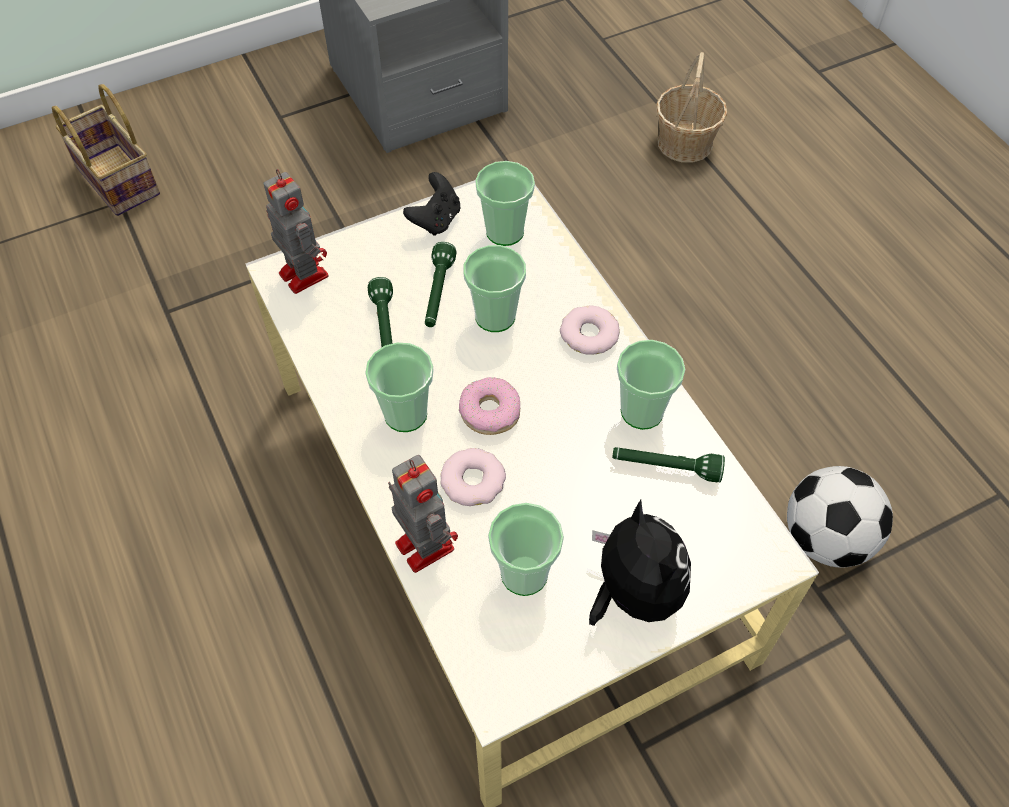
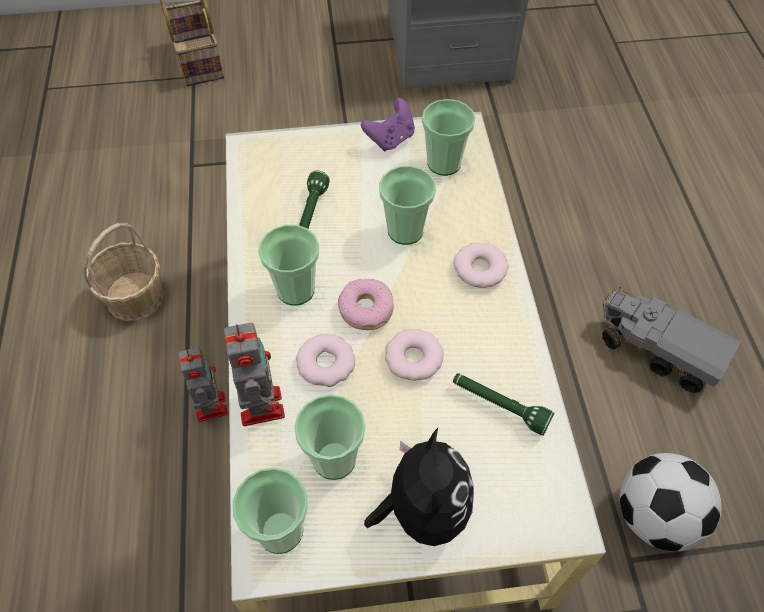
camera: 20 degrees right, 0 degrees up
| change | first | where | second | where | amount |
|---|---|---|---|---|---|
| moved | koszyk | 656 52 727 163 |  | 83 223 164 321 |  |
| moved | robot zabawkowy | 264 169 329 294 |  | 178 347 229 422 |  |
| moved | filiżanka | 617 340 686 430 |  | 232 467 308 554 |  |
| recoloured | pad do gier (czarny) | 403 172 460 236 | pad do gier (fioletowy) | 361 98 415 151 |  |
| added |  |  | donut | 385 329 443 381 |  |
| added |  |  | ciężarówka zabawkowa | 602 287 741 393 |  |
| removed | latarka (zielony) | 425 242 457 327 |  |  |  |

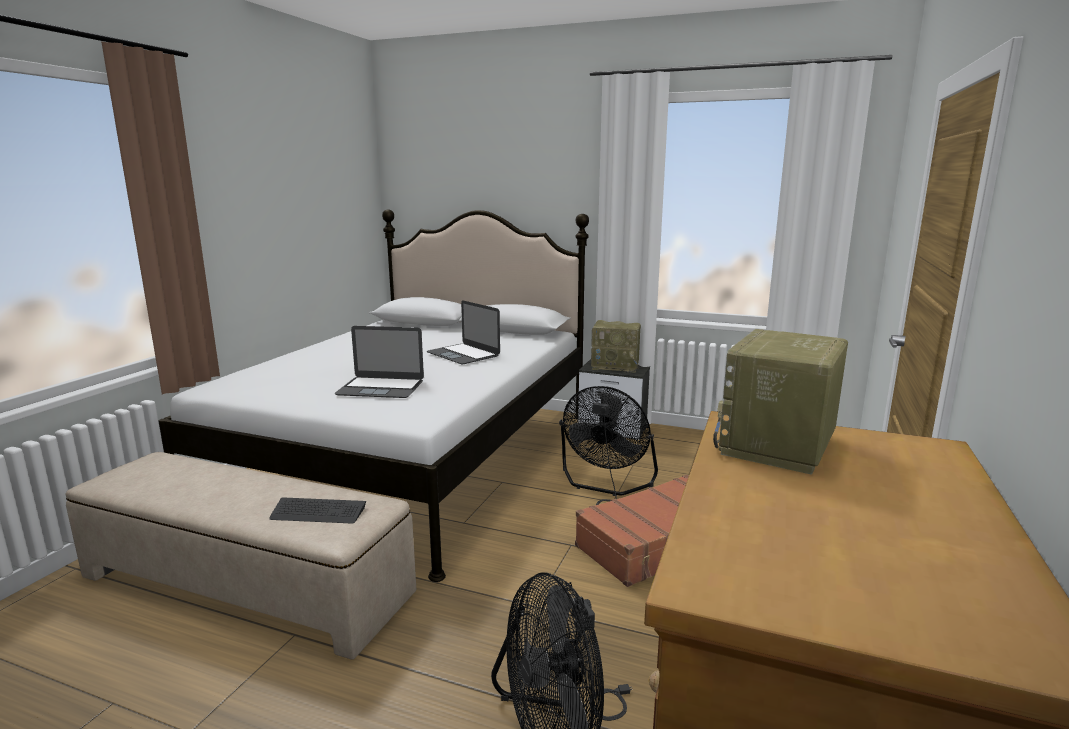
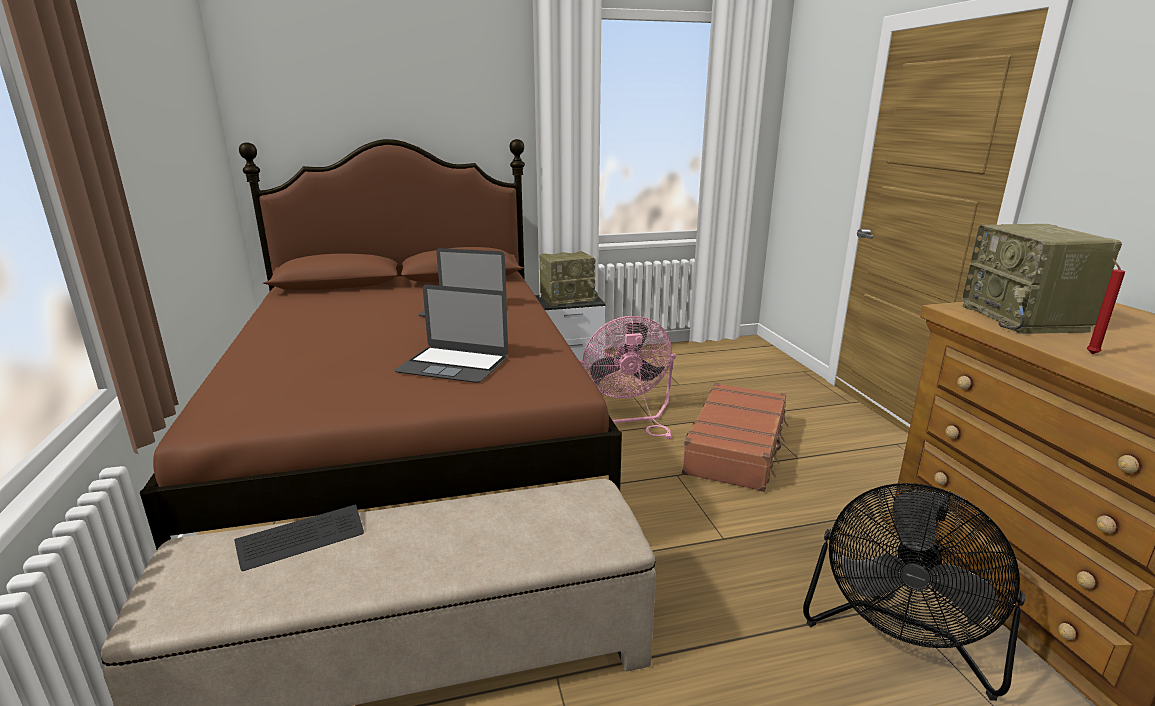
camera: 35 degrees left, 5 degrees up
| change | first | where | second | where | amount |
|---|---|---|---|---|---|
| recoloured | łóżko (biały) | 158 210 589 582 | łóżko (brązowy) | 140 139 622 550 |  |
| moved | klawiatura | 269 497 366 524 |  | 234 505 364 571 |  |
| turned | laptop | 334 326 424 398 |  | 395 285 508 383 | 45 degrees clockwise |
| recoloured | wentylator (czarny) | 559 386 658 505 | wentylator (różowy) | 579 316 676 439 |  |
| added |  |  | świeca (czerwony) | 1087 258 1125 354 |  |

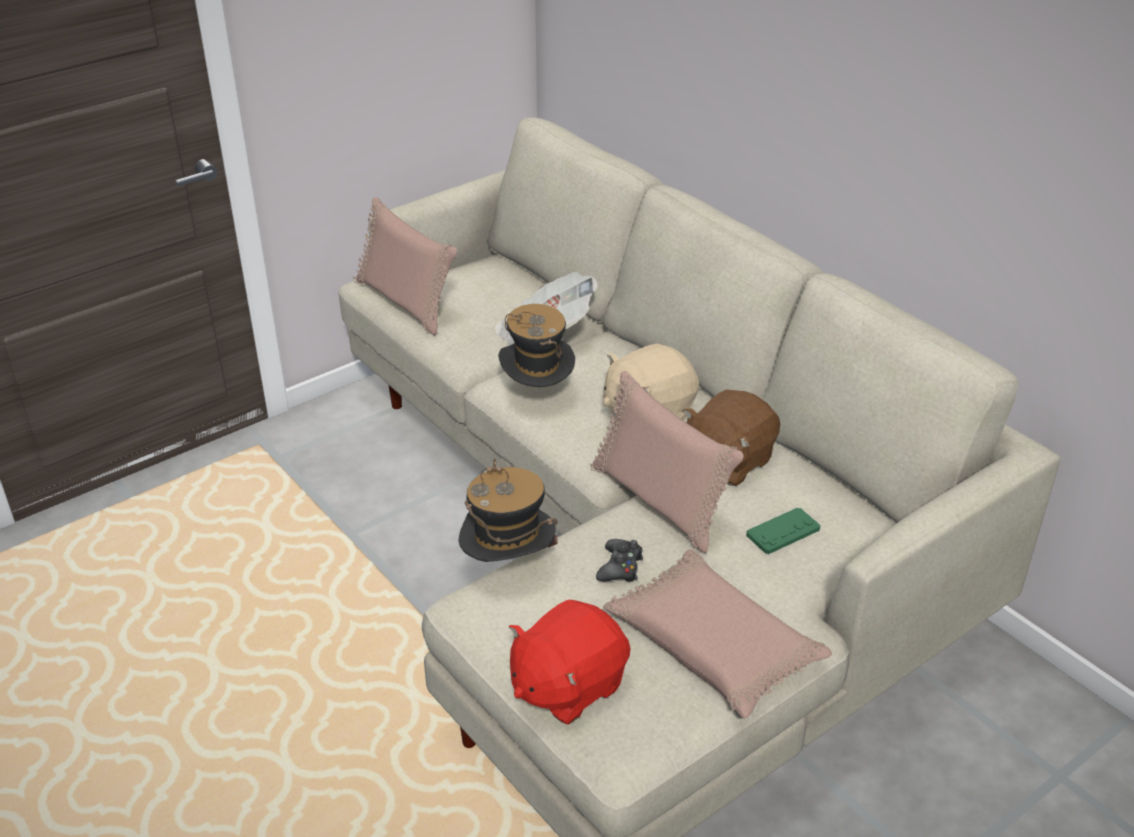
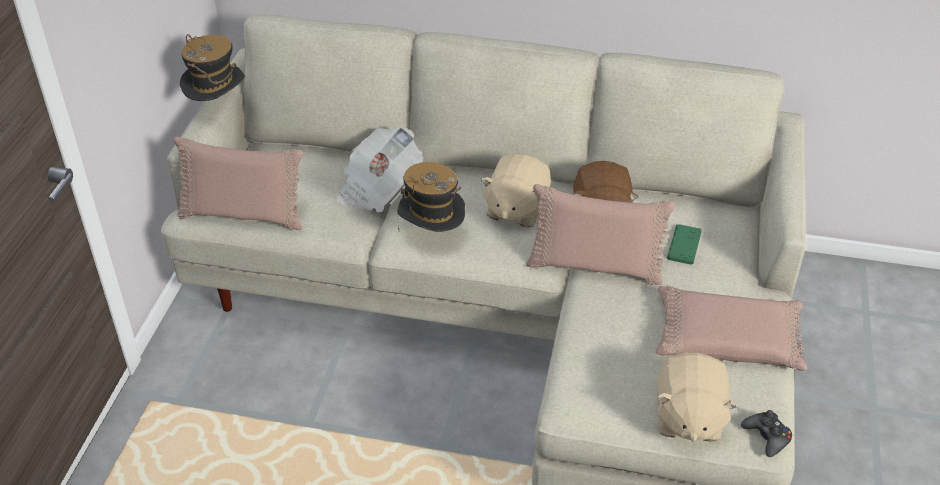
camera: 40 degrees left, 5 degrees up
| change | first | where | second | where | amount |
|---|---|---|---|---|---|
| moved | kapelusz | 459 459 558 562 |  | 180 34 245 101 |  |
| recoloured | pluszak (czerwony) | 509 599 631 725 | pluszak (beżowy) | 656 352 738 442 |  |
| moved | pad do gier (czarny) | 596 539 643 582 |  | 741 410 792 457 |  |

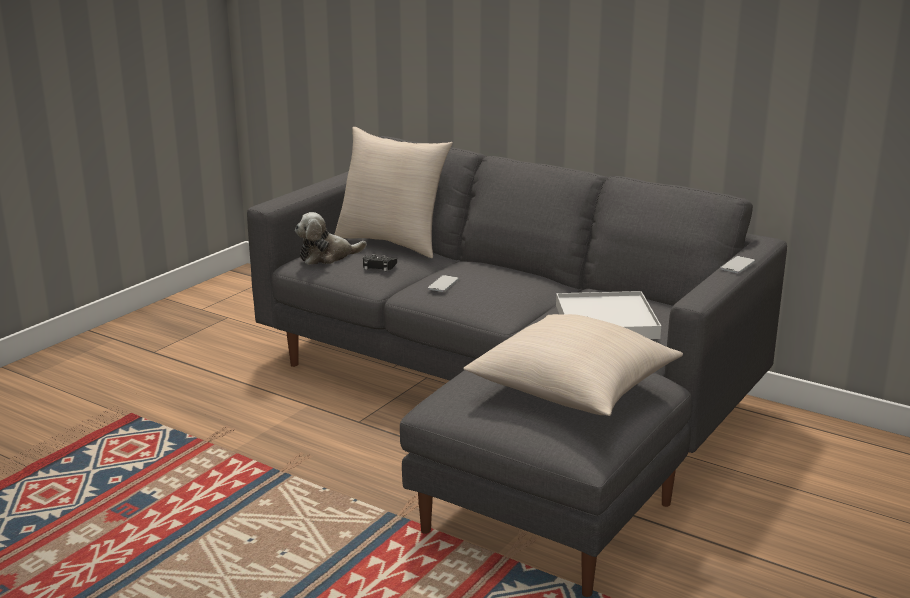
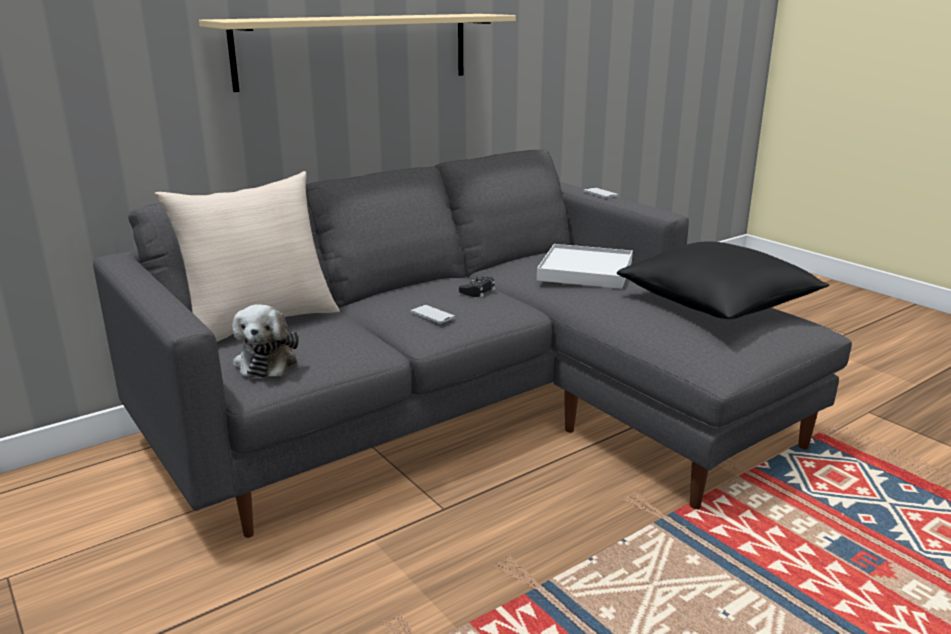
camera: 70 degrees left, 0 degrees up
| change | first | where | second | where | amount |
|---|---|---|---|---|---|
| added |  |  | półka (beżowy) | 199 14 516 92 |  |
| moved | pad do gier (czarny) | 363 254 397 271 |  | 459 276 495 297 |  |
| recoloured | poduszka (beżowy) | 463 314 683 416 | poduszka (czarny) | 617 241 829 319 |  |

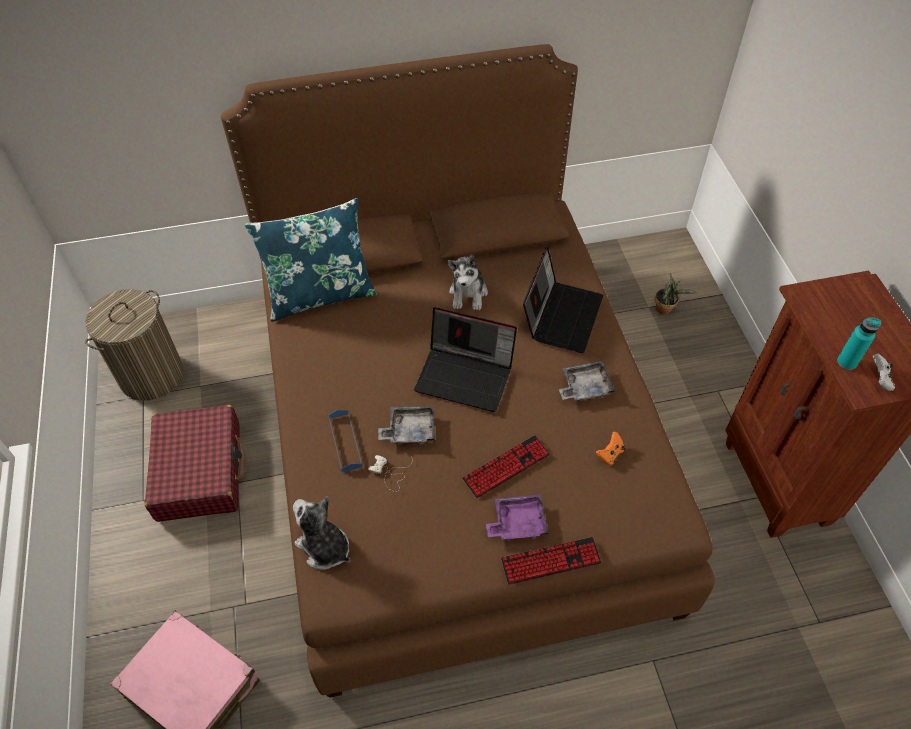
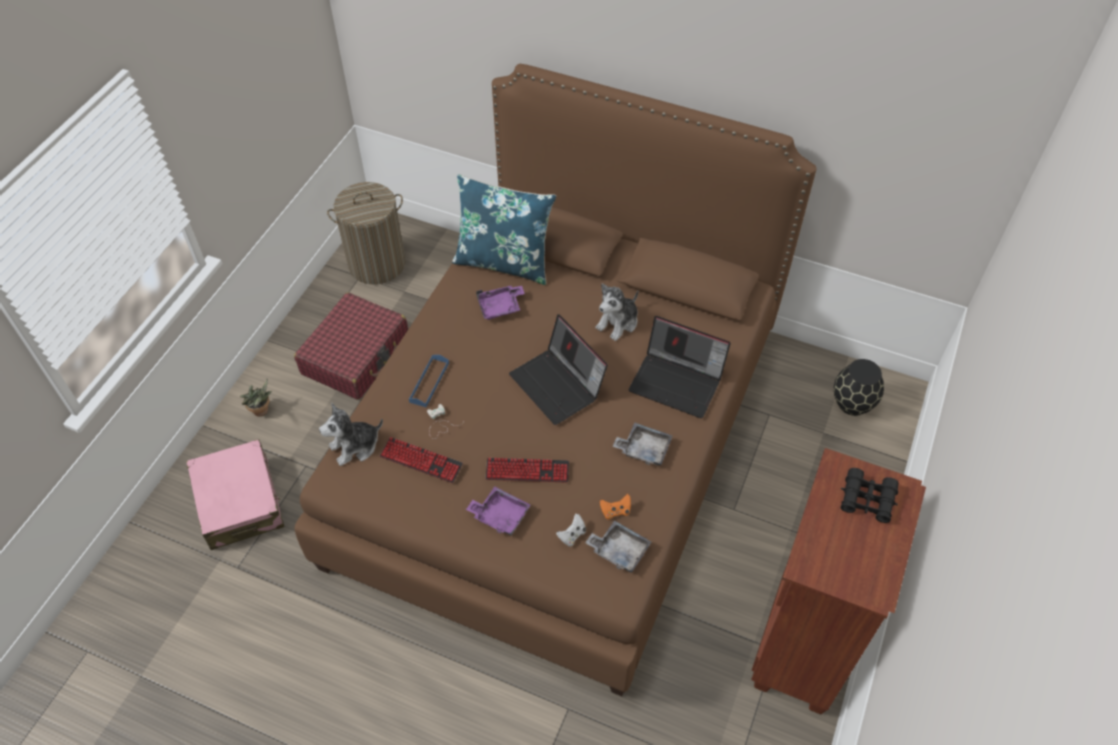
camera: 35 degrees right, 0 degrees up
| change | first | where | second | where | amount |
|---|---|---|---|---|---|
| moved | roślina doniczkowa | 655 274 697 315 |  | 240 378 272 416 |  |
| turned | pluszak | 293 496 351 570 |  | 319 403 383 466 | 105 degrees counterclockwise |
| moved | klawiatura | 501 537 601 585 |  | 380 437 463 483 |  |
| added |  |  | taca (fioletowy) | 476 286 525 320 |  |
| moved | pad do gier (biały) | 873 353 895 391 |  | 556 514 586 547 |  |
| moved | taca (szary) | 378 406 435 444 |  | 585 520 651 573 |  |
| turned | laptop | 523 246 603 353 |  | 629 316 731 418 | 60 degrees clockwise |
| added |  |  | wazon (czarny) | 834 359 884 416 |  |
| added |  |  | lornetka (czarny) | 841 468 899 523 |  |
| removed | butelka (turkusowy) | 837 317 881 370 |  |  |  |

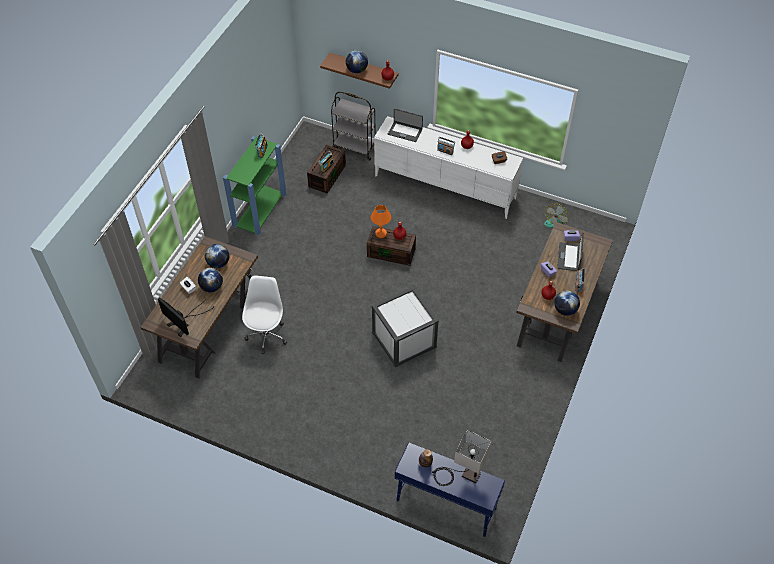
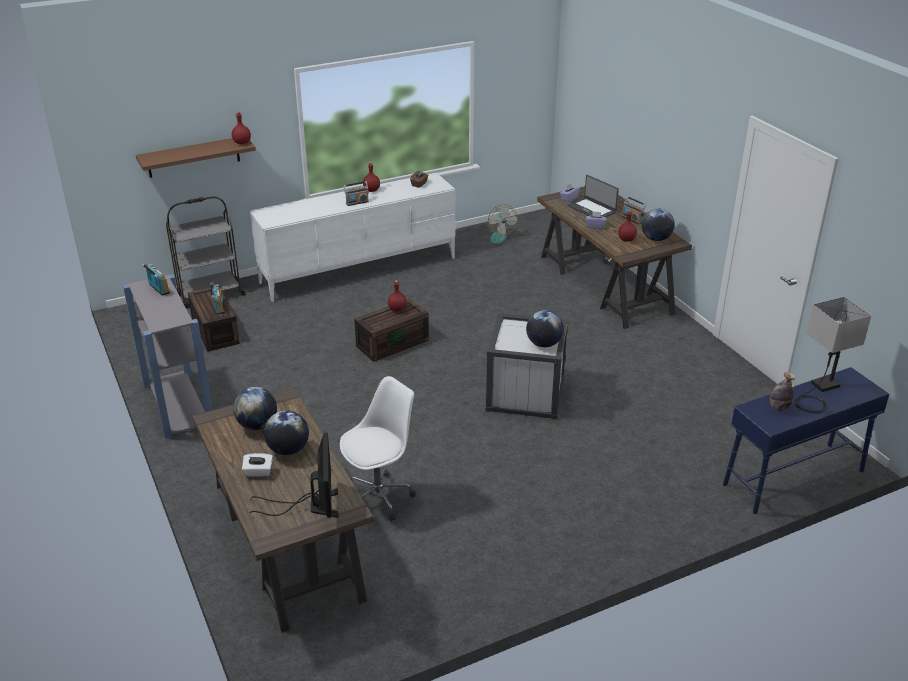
camera: 50 degrees left, 20 degrees down
| change | first | where | second | where | amount |
|---|---|---|---|---|---|
| recoloured | regał (zielony) | 223 136 286 236 | regał (szary) | 123 274 213 439 |  |
| turned | monitor | 158 298 214 337 |  | 249 433 338 518 | 90 degrees counterclockwise |
| turned | krzesło biurowe (biały) | 242 275 287 354 |  | 340 376 416 521 | 90 degrees clockwise |
| moved | globus | 346 50 368 73 |  | 526 310 564 347 |  |
| removed | lampa stołowa (pomarańczowy) | 371 205 391 238 |  |  |  |
| removed | laptop | 388 108 423 142 |  |  |  |

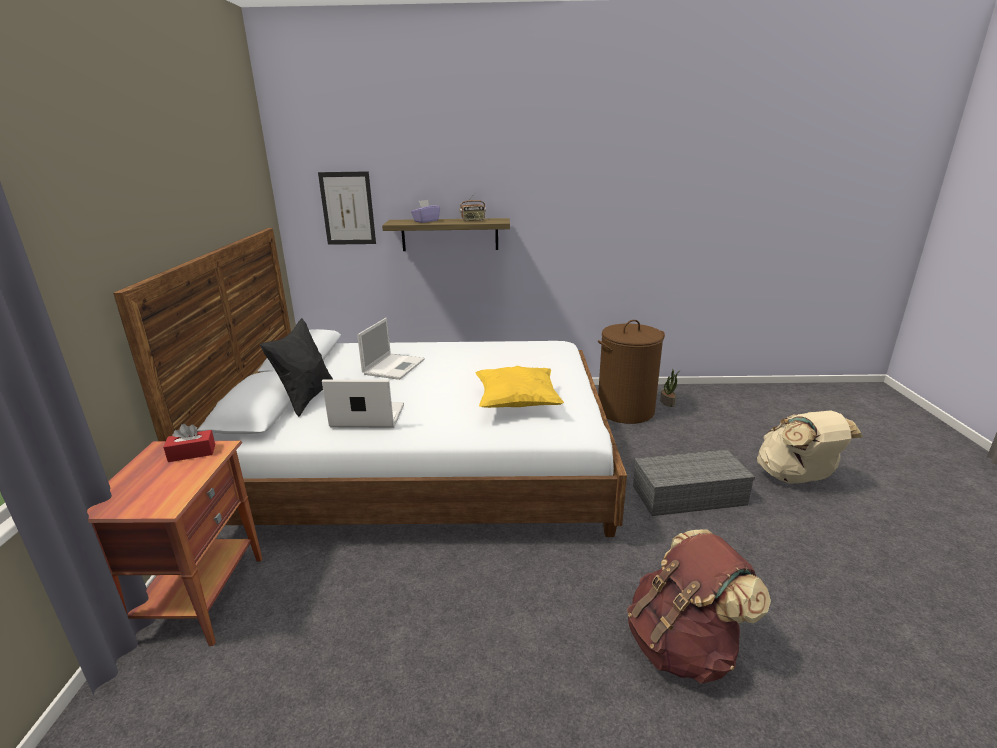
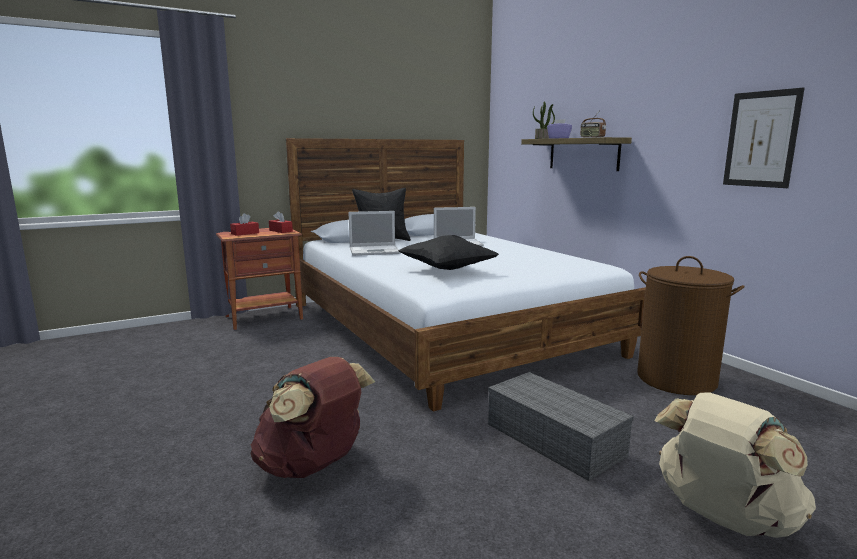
camera: 60 degrees right, 10 degrees down
| change | first | where | second | where | amount |
|---|---|---|---|---|---|
| added |  |  | pudełko chusteczek (czerwony) | 230 213 259 236 |  |
| turned | laptop | 322 379 404 428 |  | 348 211 401 256 | 105 degrees clockwise |
| recoloured | poduszka (żółty) | 475 366 564 408 | poduszka (czarny) | 398 235 499 270 |  |
| moved | roślina doniczkowa | 660 370 681 407 |  | 533 101 555 139 |  |
| moved | obraz | 318 171 376 245 |  | 723 87 804 188 |  |

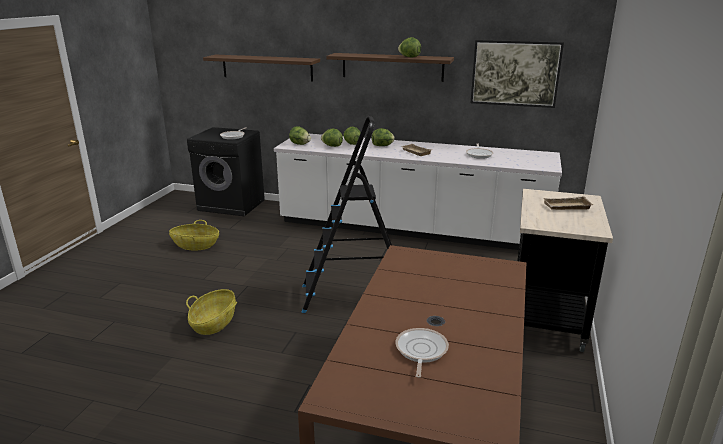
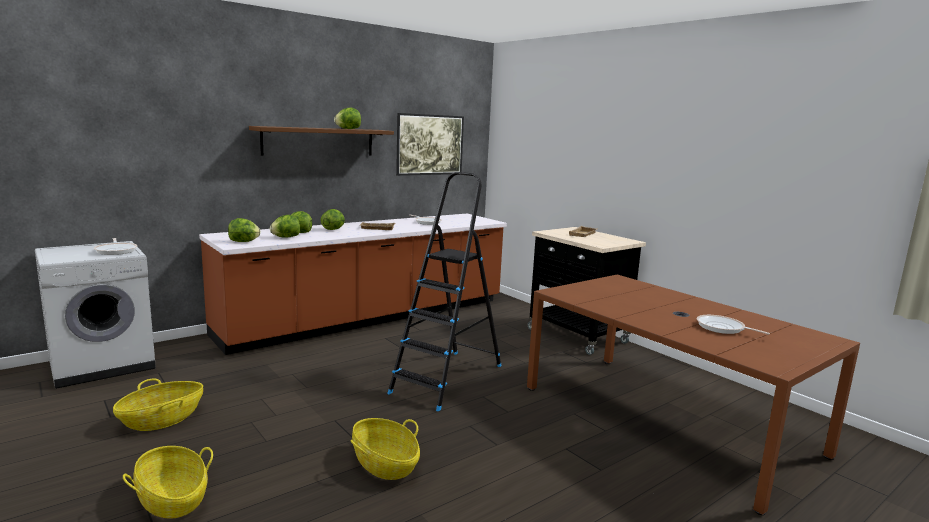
camera: 55 degrees left, 10 degrees down
| change | first | where | second | where | amount |
|---|---|---|---|---|---|
| recoloured | pralka (czarny) | 187 127 265 216 | pralka (biały) | 35 241 156 389 |  |
| added |  |  | koszyk | 123 446 213 519 |  |
| recoloured | zabudowa kuchenna (biały) | 274 134 562 250 | zabudowa kuchenna (brązowy) | 199 213 507 355 |  |
| removed | półka (brązowy) | 203 55 320 82 |  |  |  |

